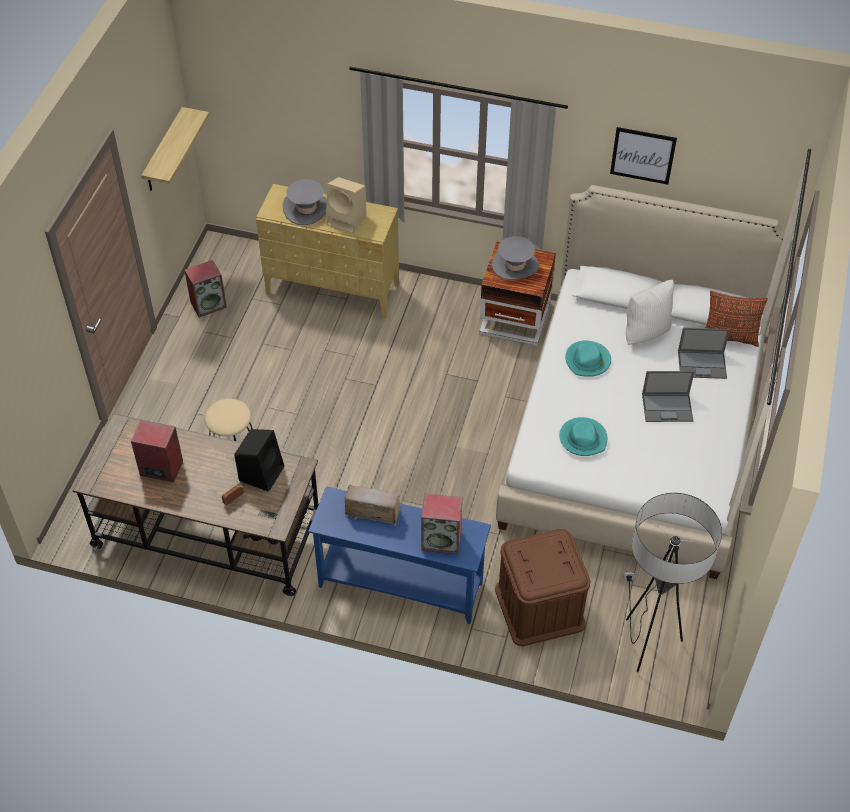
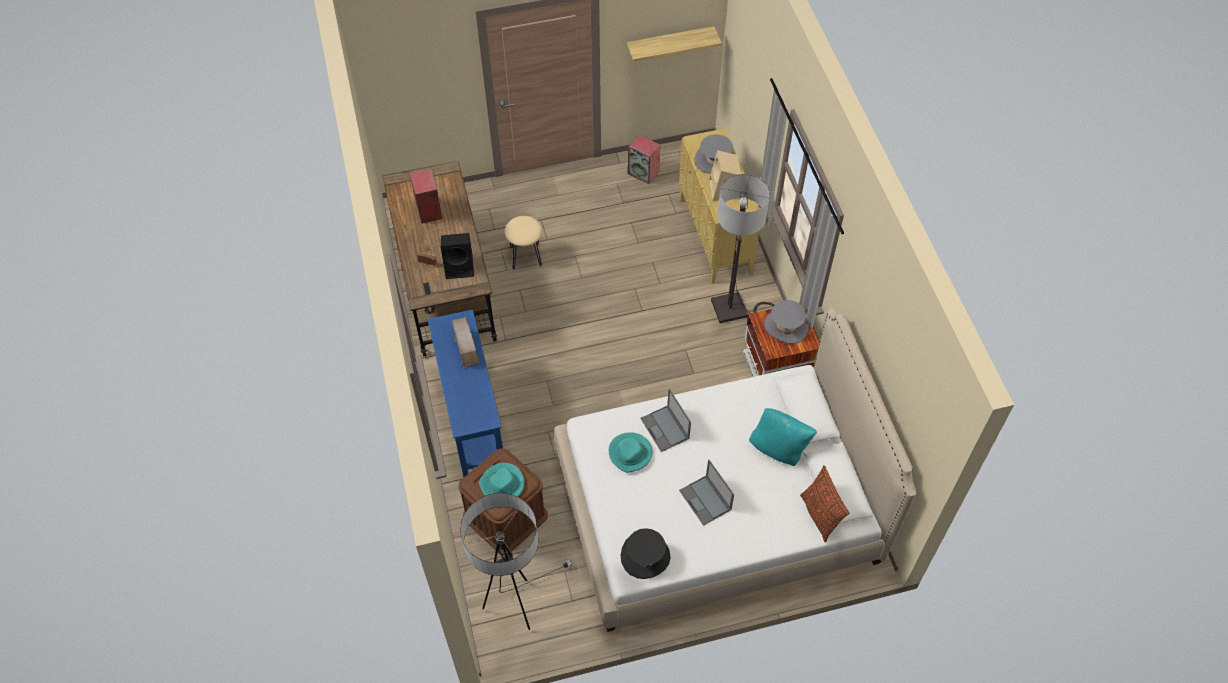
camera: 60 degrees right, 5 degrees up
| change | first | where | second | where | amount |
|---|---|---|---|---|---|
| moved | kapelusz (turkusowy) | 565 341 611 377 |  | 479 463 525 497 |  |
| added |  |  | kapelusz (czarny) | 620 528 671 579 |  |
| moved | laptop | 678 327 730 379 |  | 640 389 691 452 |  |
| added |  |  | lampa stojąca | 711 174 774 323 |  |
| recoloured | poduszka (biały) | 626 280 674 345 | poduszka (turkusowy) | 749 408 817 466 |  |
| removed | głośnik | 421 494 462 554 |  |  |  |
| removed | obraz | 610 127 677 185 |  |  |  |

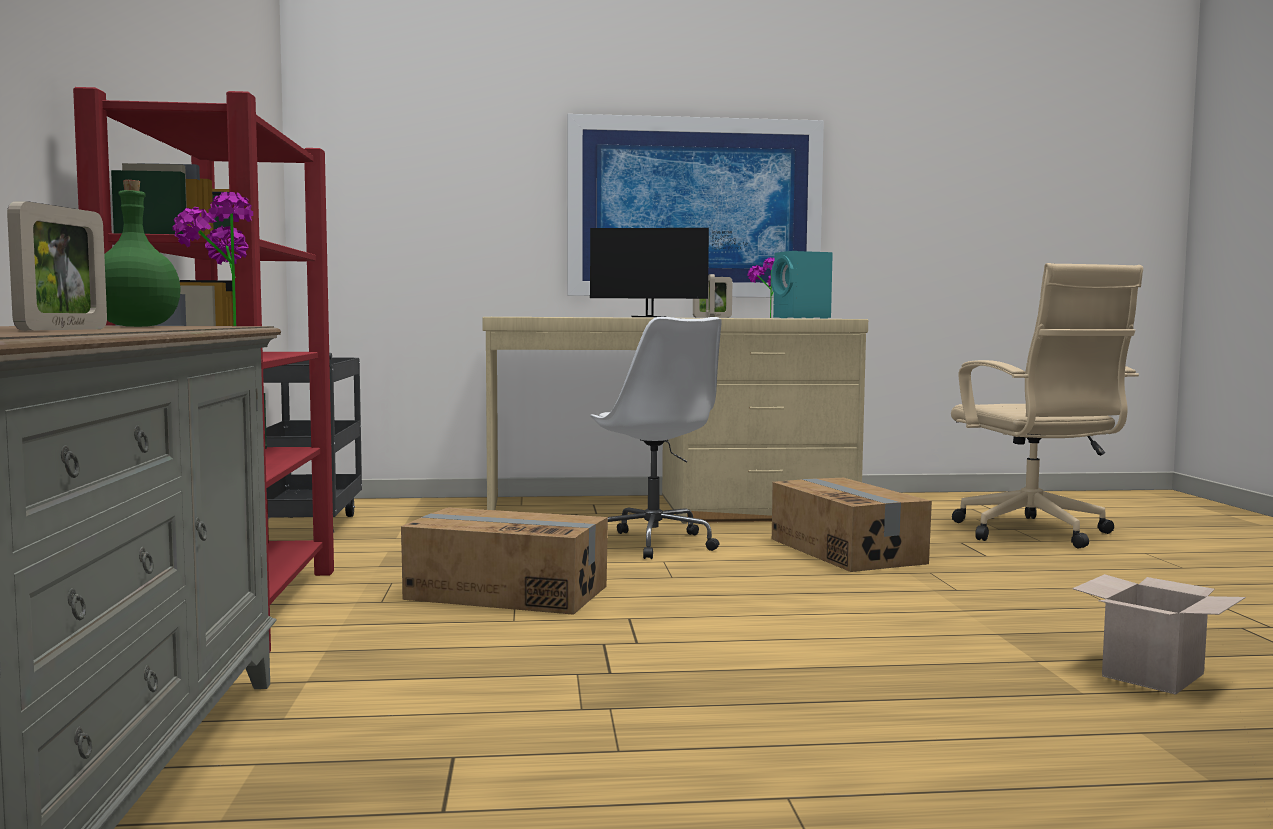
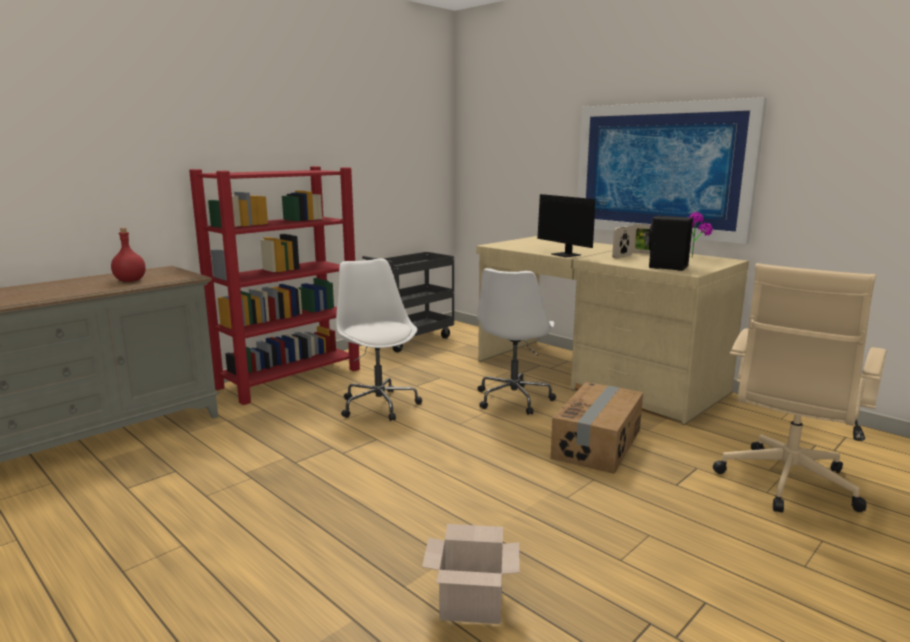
camera: 50 degrees right, 10 degrees up
| change | first | where | second | where | amount |
|---|---|---|---|---|---|
| recoloured | butelka (zielony) | 104 180 181 327 | butelka (czerwony) | 111 228 146 282 |  |
| replaced | karton | 401 508 608 615 | krzesło biurowe (biały) | 336 259 422 421 |  |
| recoloured | głośnik (turkusowy) | 771 251 833 318 | głośnik (czarny) | 648 216 693 271 |  |
| removed | ramka na zdjęcie | 7 201 107 330 |  |  |  |
| removed | roślina doniczkowa | 172 192 253 326 |  |  |  |

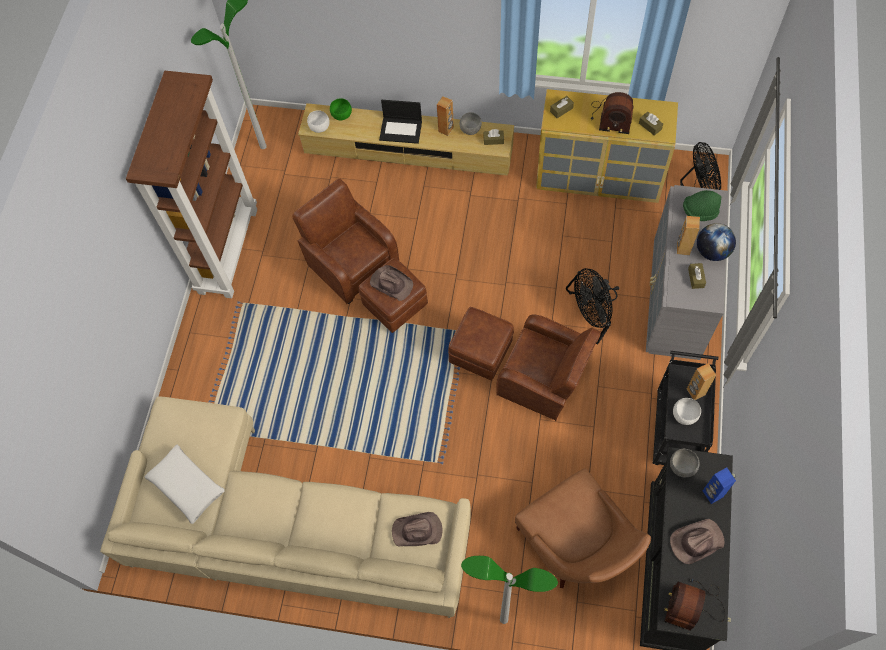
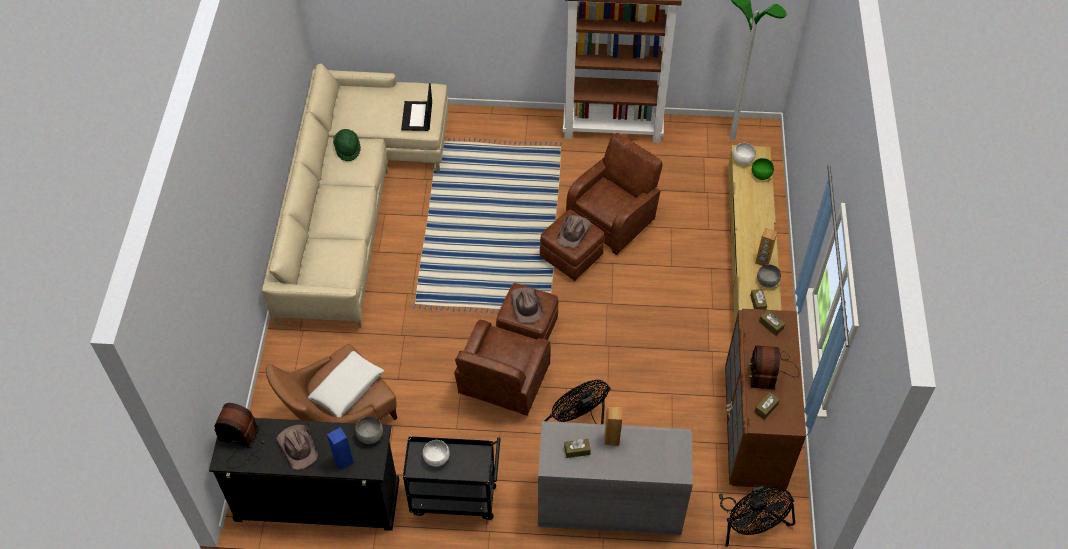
camera: 80 degrees right, 10 degrees down
| change | first | where | second | where | amount |
|---|---|---|---|---|---|
| moved | poduszka (biały) | 144 445 225 524 |  | 308 351 384 417 |  |
| moved | kapelusz (zielony) | 683 190 721 221 |  | 333 129 361 161 |  |
| moved | laptop | 379 100 422 144 |  | 401 83 432 131 |  |
| moved | kapelusz (brązowy) | 392 512 442 547 |  | 511 288 543 324 |  |
| recoloured | szafka (żółty) | 536 89 678 203 | szafka (brązowy) | 725 309 806 489 |  |
| removed | lampa stojąca | 461 556 558 624 |  |  |  |
| removed | głośnik (brązowy) | 687 363 716 400 |  |  |  |
| removed | globus | 697 223 736 261 |  |  |  |

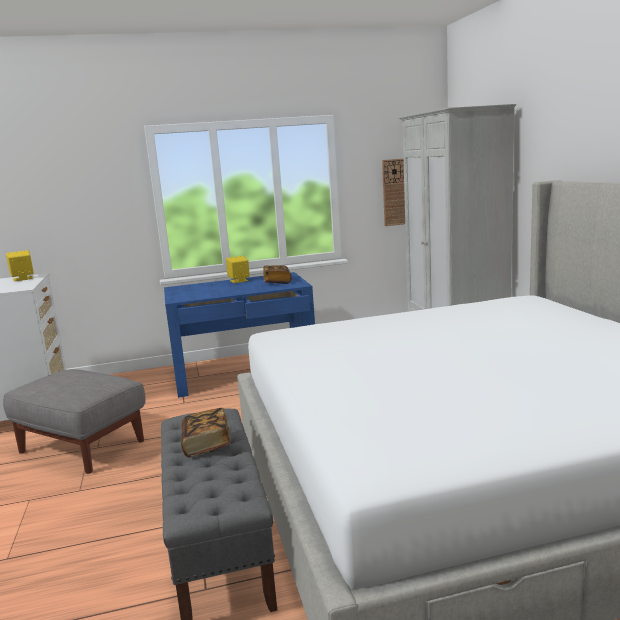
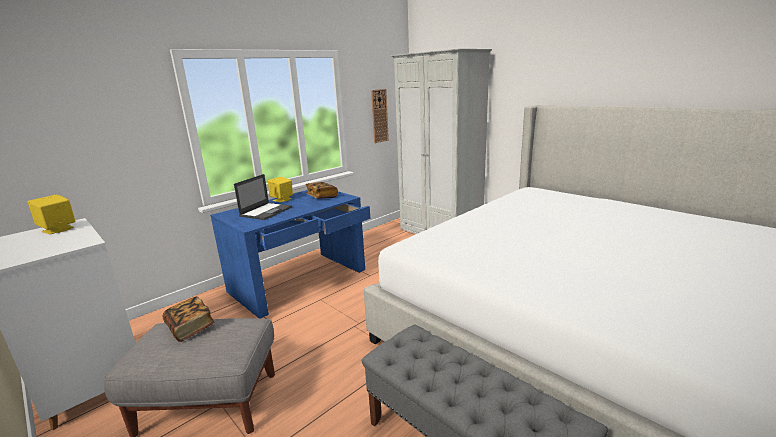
camera: 30 degrees left, 5 degrees up
| change | first | where | second | where | amount |
|---|---|---|---|---|---|
| moved | książka | 181 408 231 458 |  | 163 296 215 342 |  |
| added |  |  | laptop | 234 174 292 220 |  |

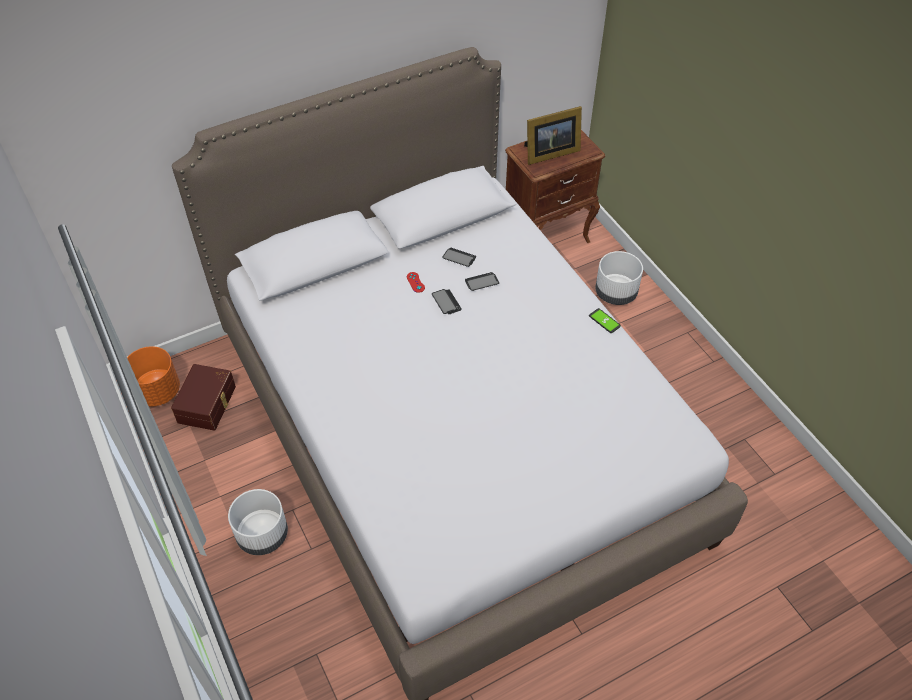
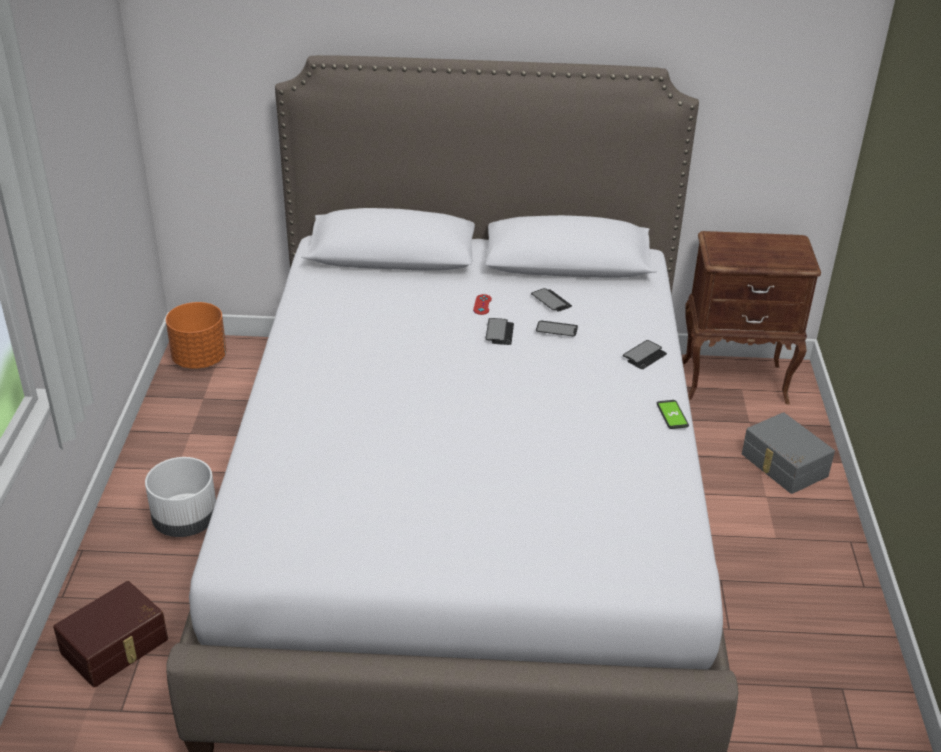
camera: 30 degrees right, 15 degrees down
| change | first | where | second | where | amount |
|---|---|---|---|---|---|
| moved | pojemnik do przechowywania (brązowy) | 171 364 236 431 |  | 53 581 168 687 |  |
| added |  |  | telefon | 623 340 667 369 |  |
| replaced | donica (biały) | 595 251 643 305 | pojemnik do przechowywania (szary) | 742 412 835 494 |  |
| removed | ramka na zdjęcie | 524 106 582 165 |  |  |  |

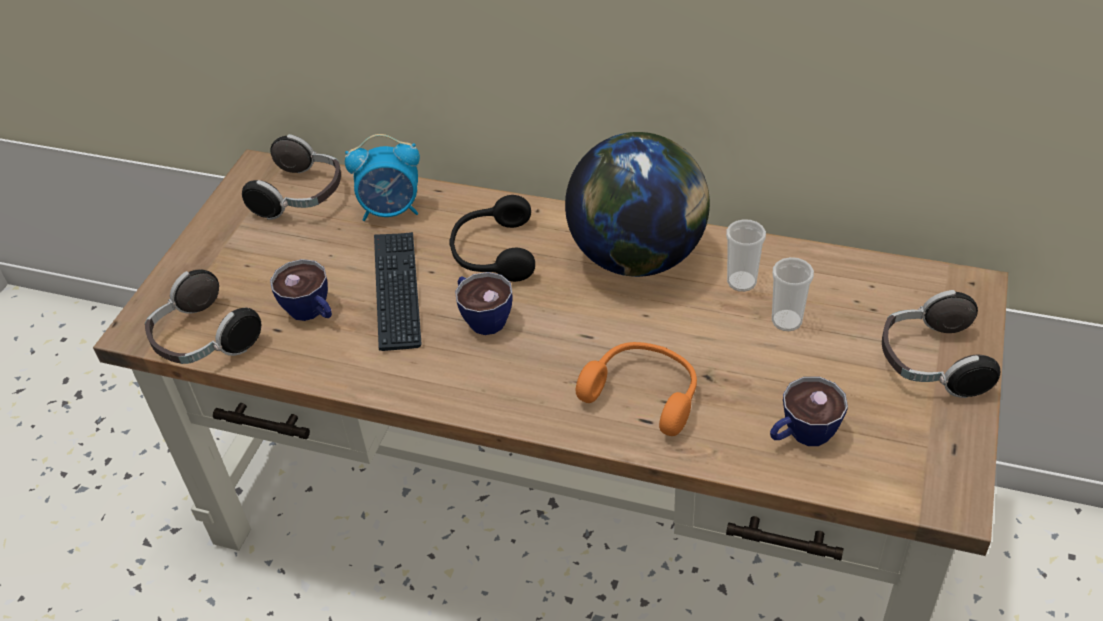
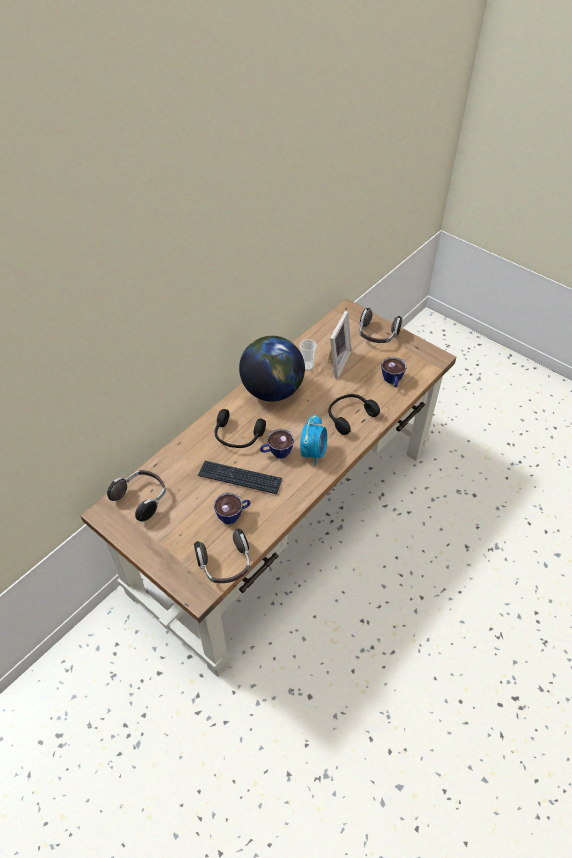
camera: 70 degrees left, 5 degrees up
| change | first | where | second | where | amount |
|---|---|---|---|---|---|
| moved | budzik | 345 134 420 221 |  | 300 414 327 465 |  |
| replaced | filiżanka | 772 257 814 331 | ramka na zdjęcie | 328 311 352 378 |  |
| recoloured | słuchawki (pomarańczowy) | 576 342 697 436 | słuchawki (czarny) | 328 394 380 435 |  |

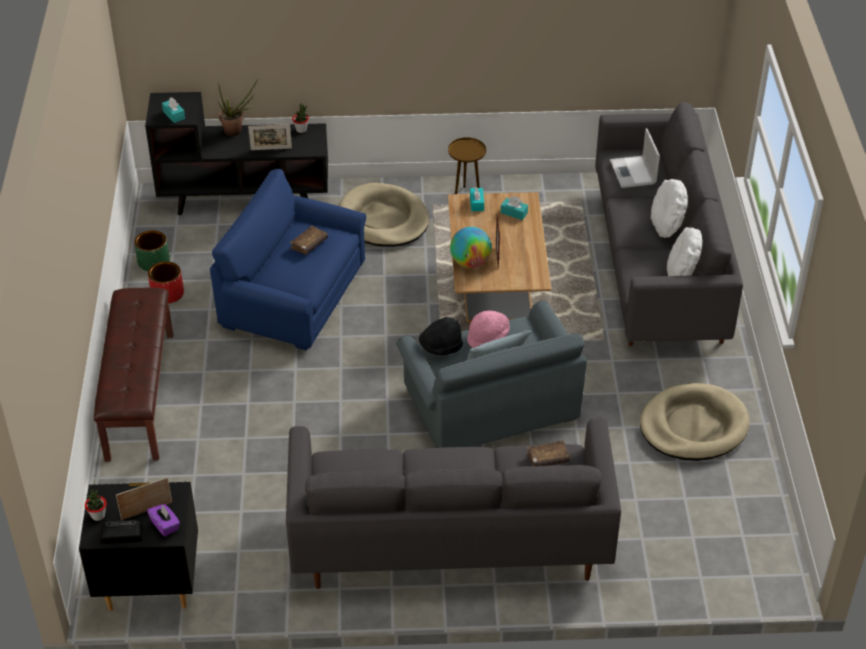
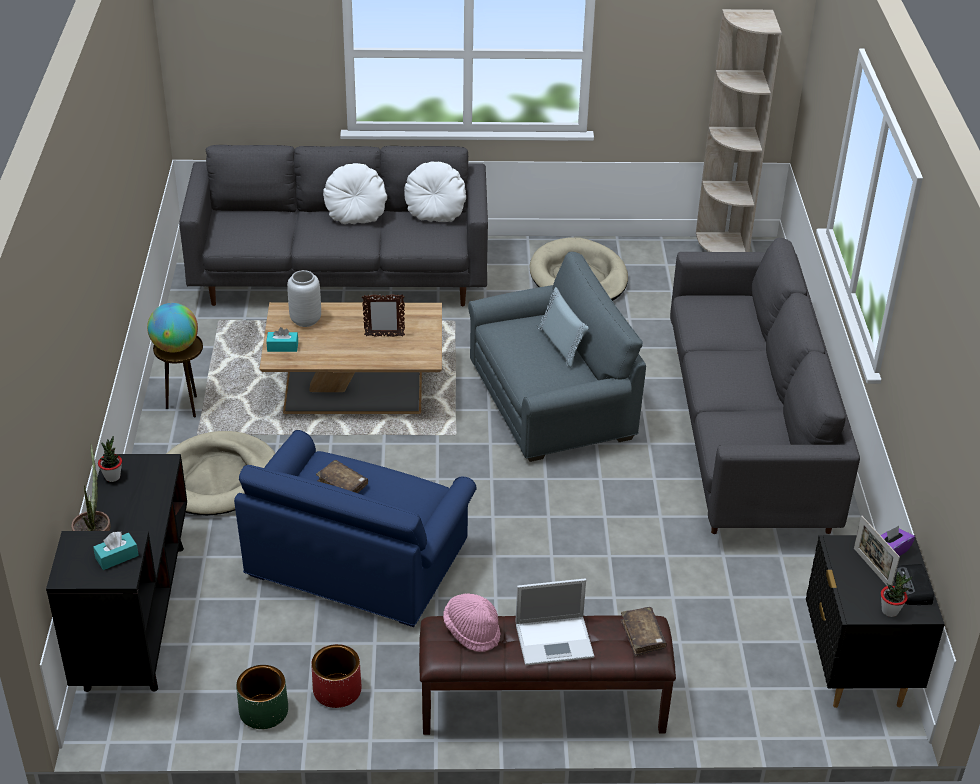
camera: 90 degrees left, 5 degrees down
| change | first | where | second | where | amount |
|---|---|---|---|---|---|
| moved | globus | 450 227 492 268 |  | 147 303 198 352 |  |
| replaced | pudełko chusteczek (turkusowy) | 501 196 528 220 | wazon (szary) | 287 270 321 327 |  |
| moved | kapelusz (różowy) | 467 311 510 348 |  | 443 593 501 652 |  |
| moved | laptop | 610 128 660 188 |  | 515 579 594 665 |  |
| moved | książka (brązowy) | 526 440 570 466 |  | 621 607 667 657 |  |
| added |  |  | regał (beżowy) | 696 9 782 252 |  |
| removed | ramka na zdjęcie | 248 124 292 150 |  |  |  |
| removed | kapelusz (czarny) | 419 317 463 355 |  |  |  |

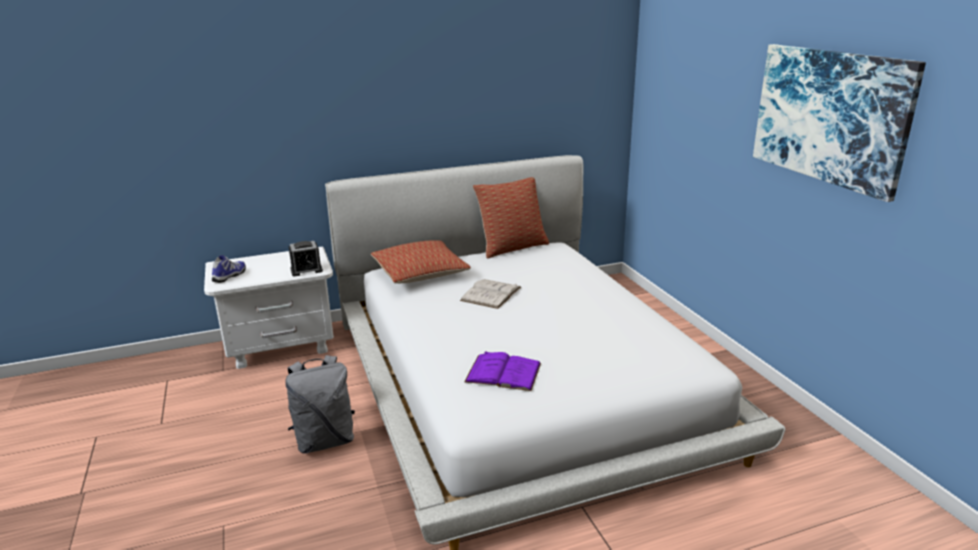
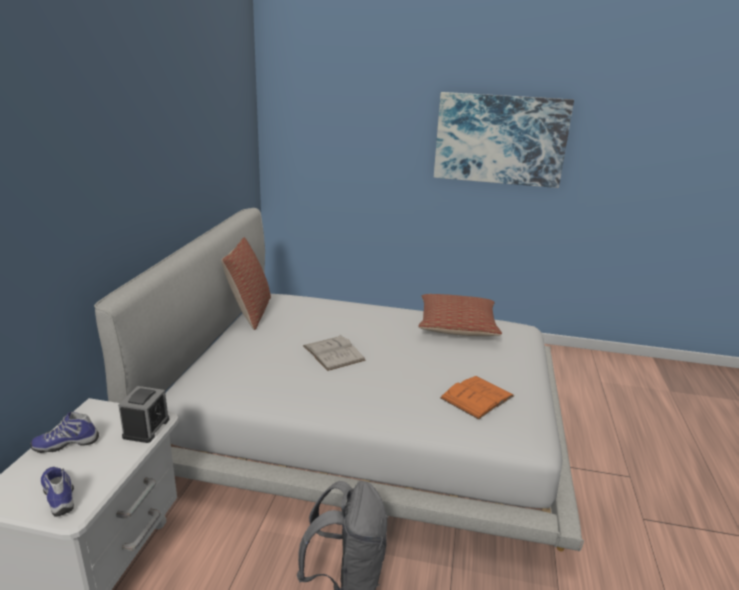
camera: 60 degrees left, 0 degrees up
| change | first | where | second | where | amount |
|---|---|---|---|---|---|
| added |  |  | but | 30 412 99 453 |  |
| moved | poduszka | 371 240 471 283 |  | 418 294 502 336 |  |
| recoloured | książka (fioletowy) | 464 351 541 391 | książka (pomarańczowy) | 440 376 514 419 |  |

